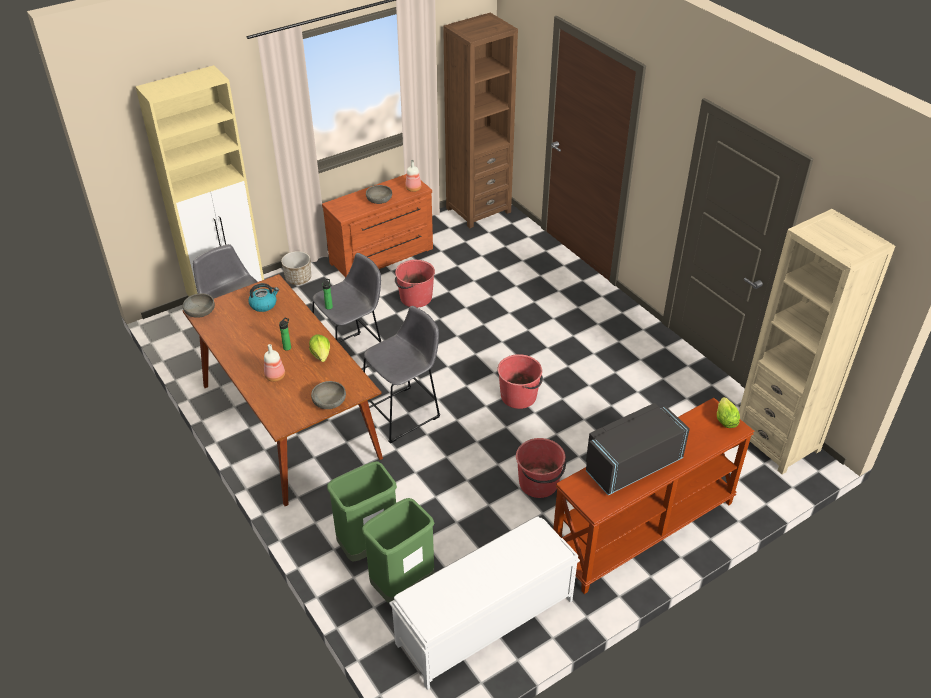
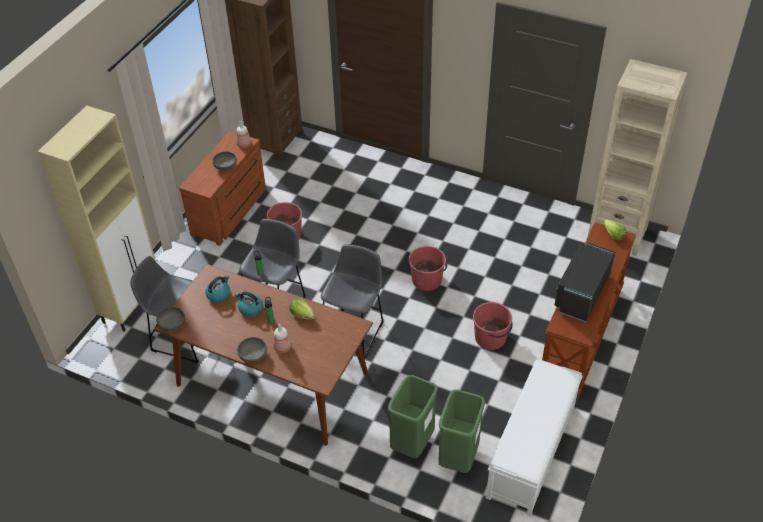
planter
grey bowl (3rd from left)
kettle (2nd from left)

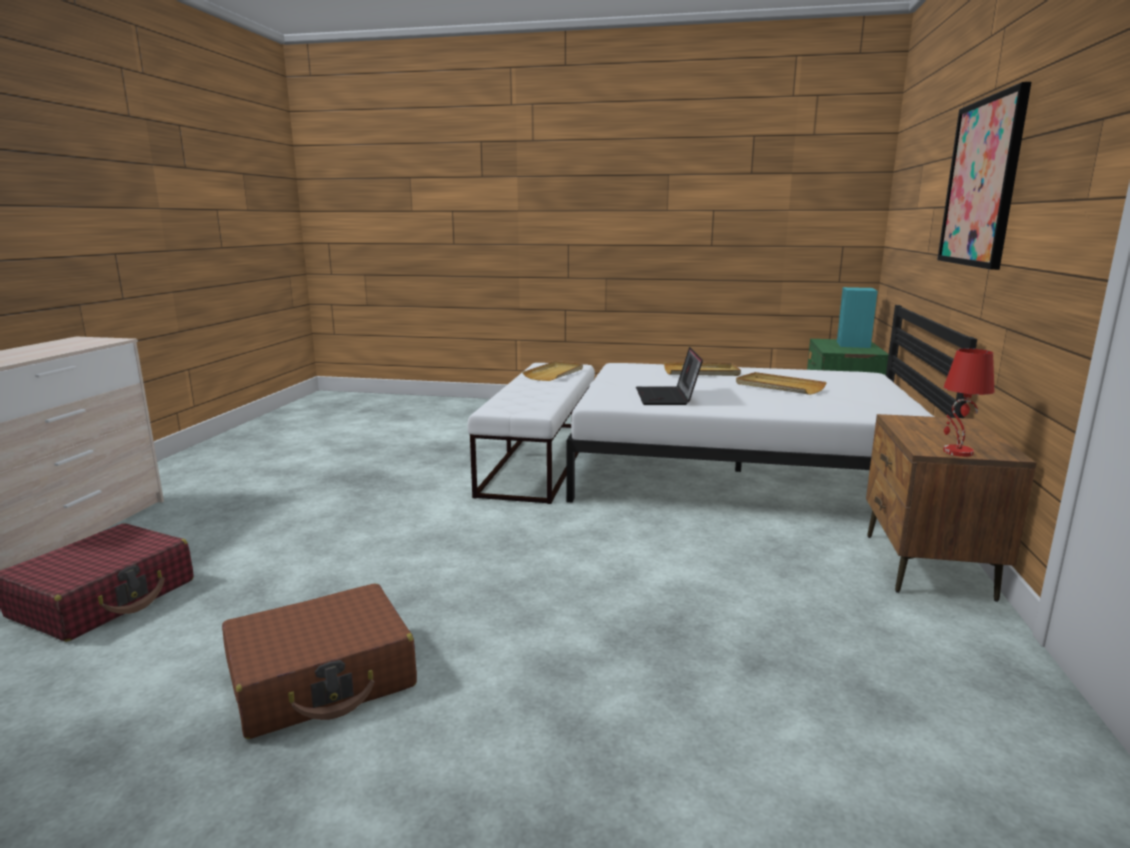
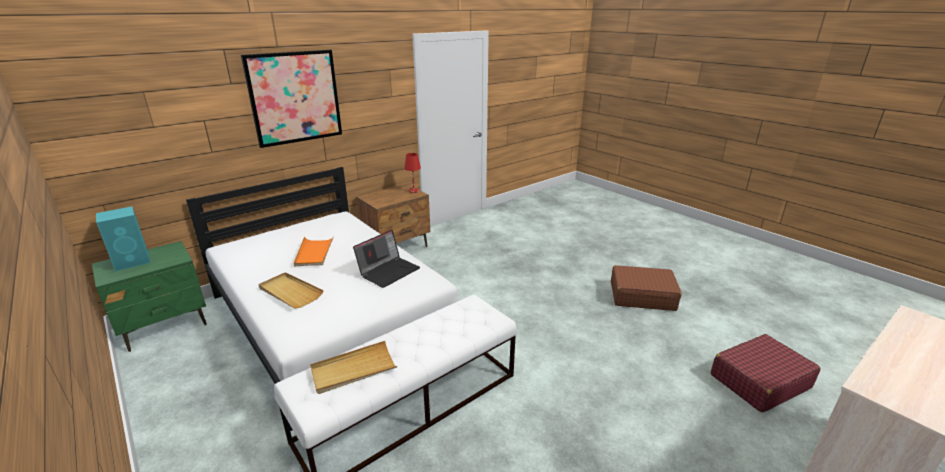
orange tray

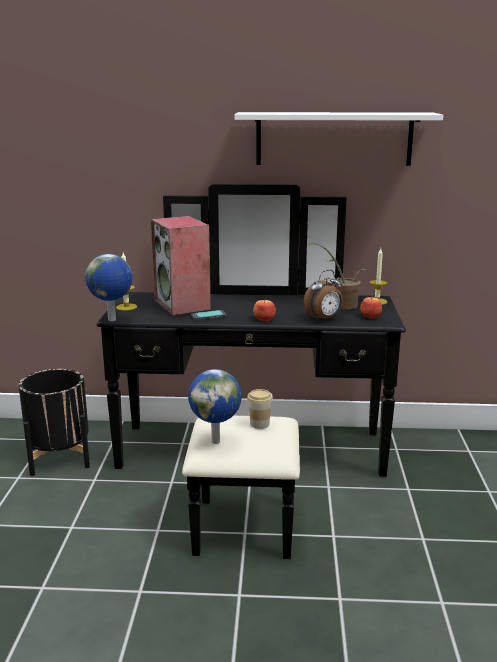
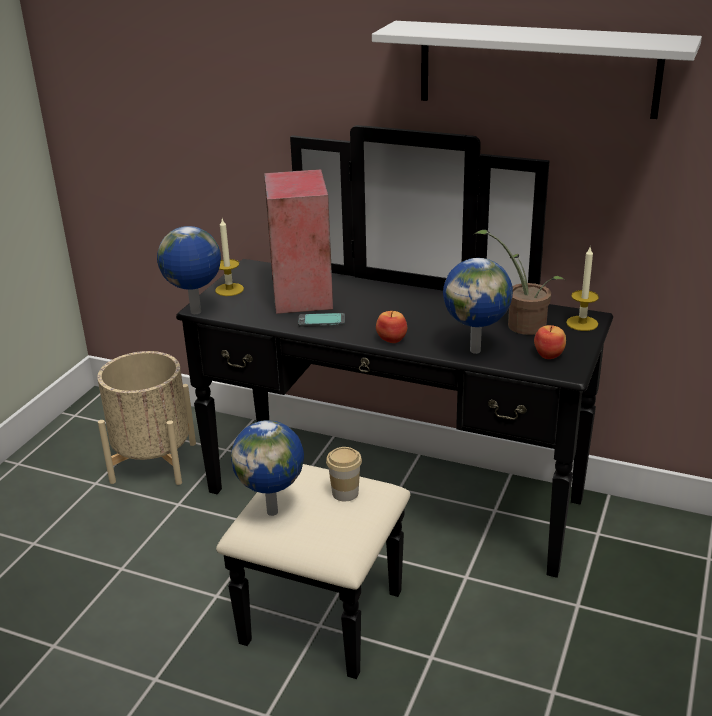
globe (3rd from left)
beige planter

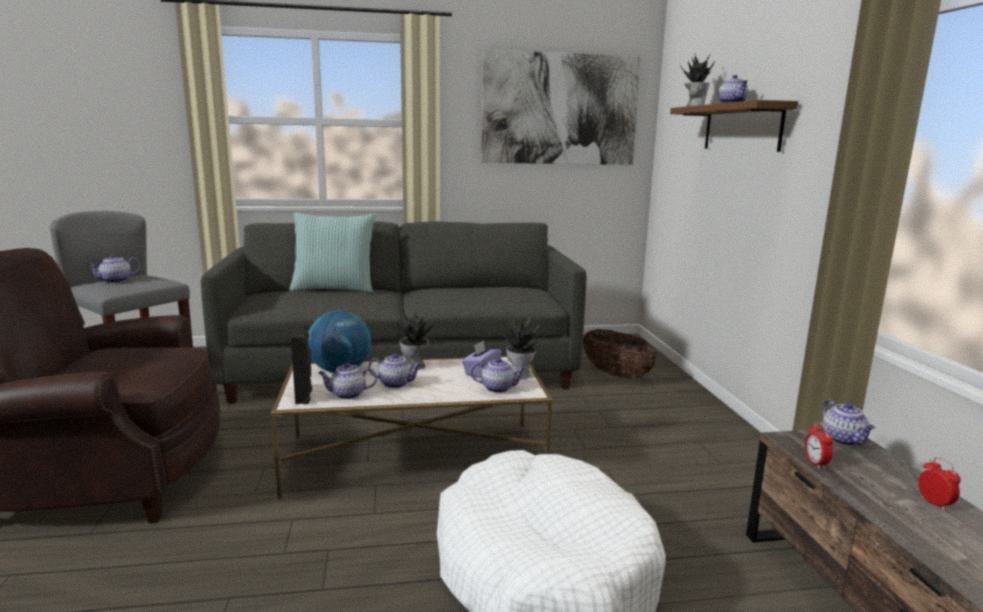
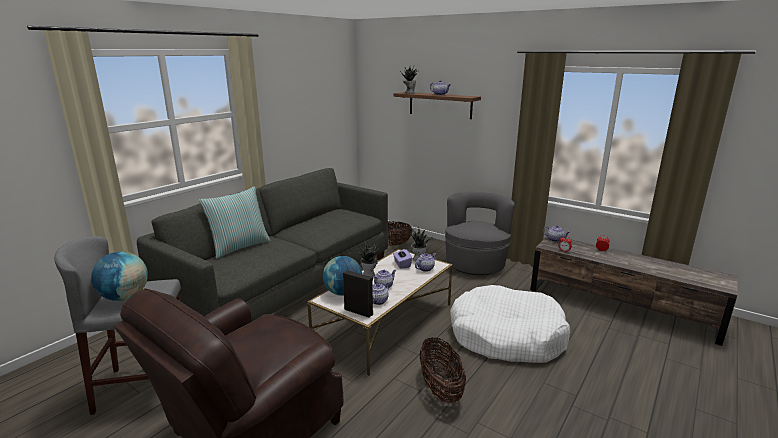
picture
globe (1st from left)
grey armchair
basket (2nd from left)

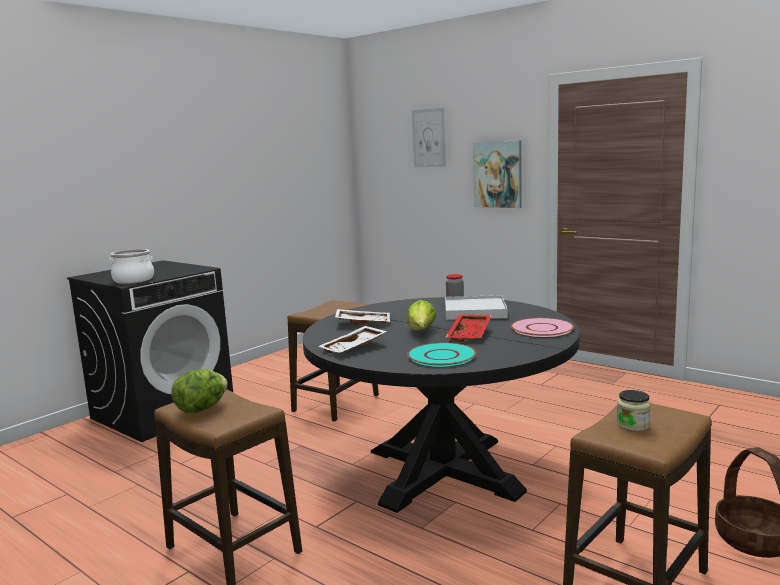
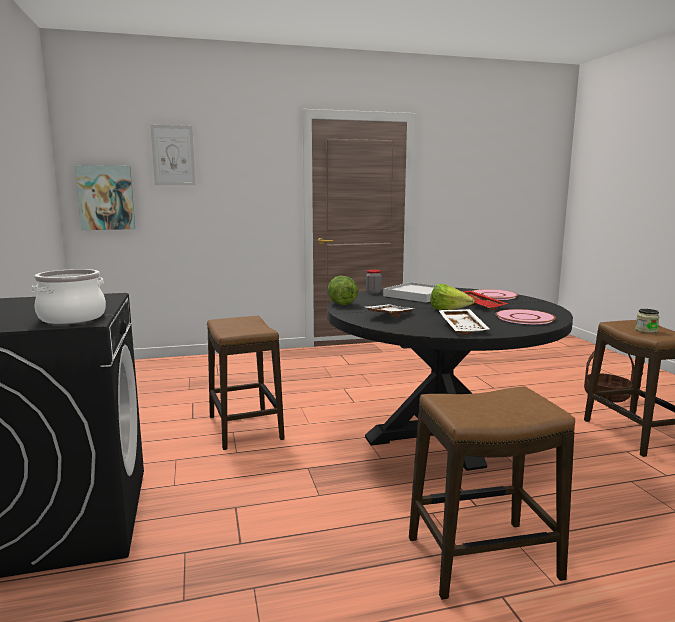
picture (1st from left)
pink plate (2nd from left)
lettuce (1st from left)

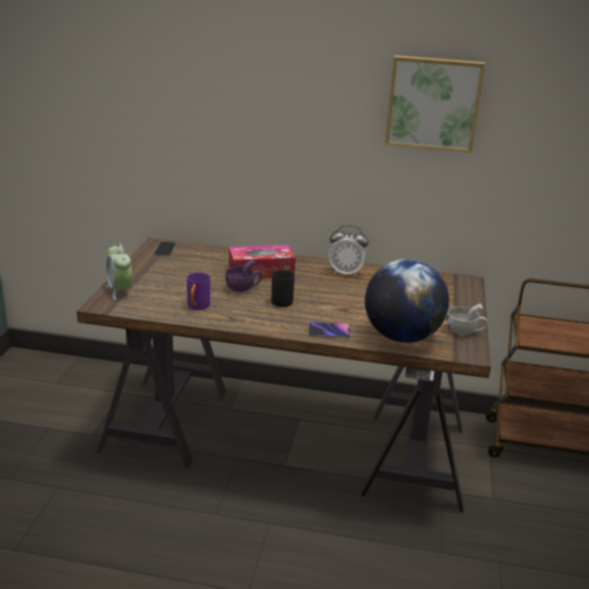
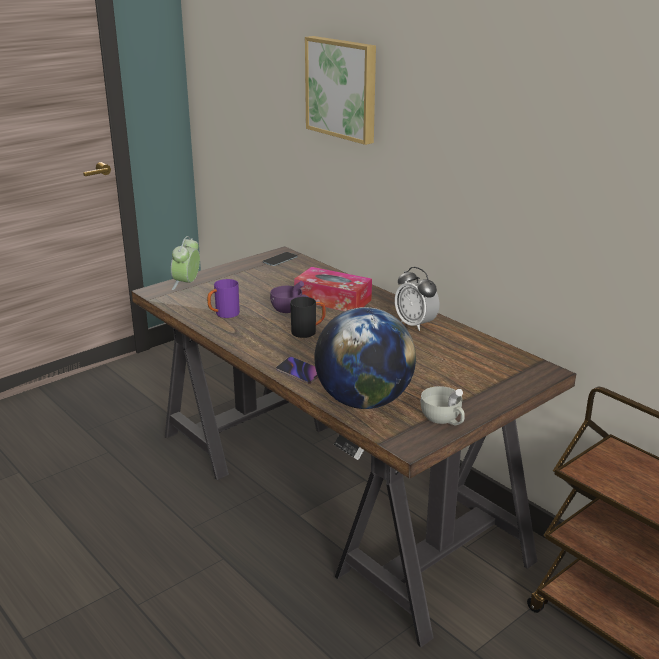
picture

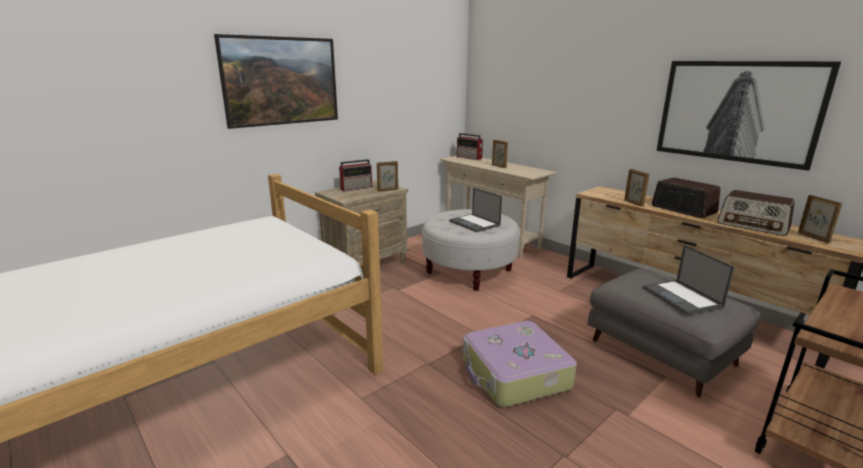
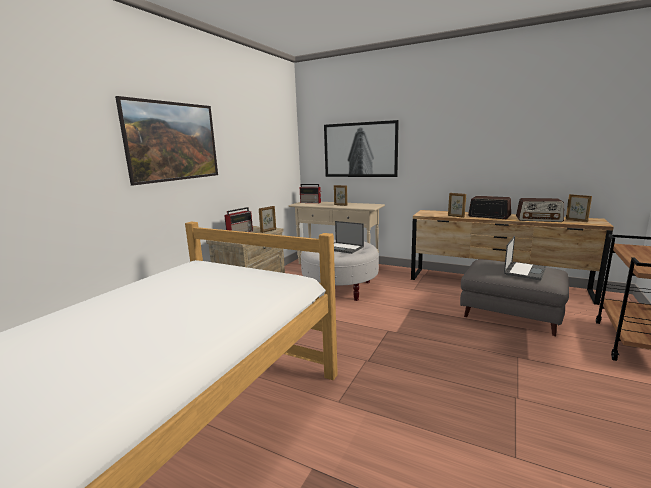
picture (2nd from left)
laptop (2nd from left)
suitcase

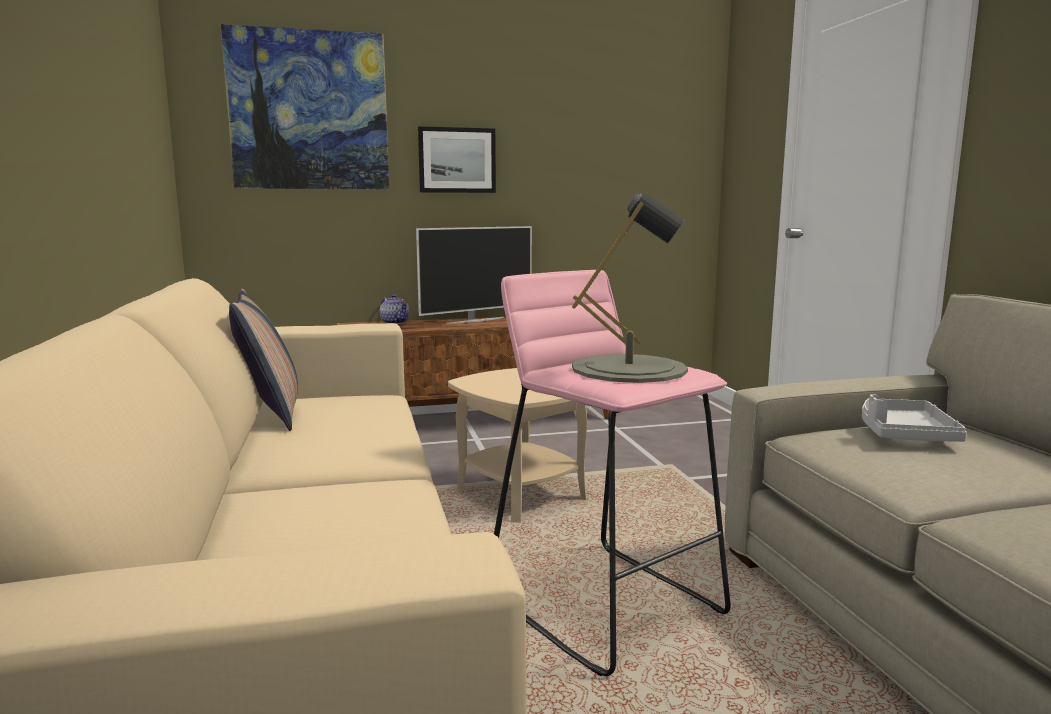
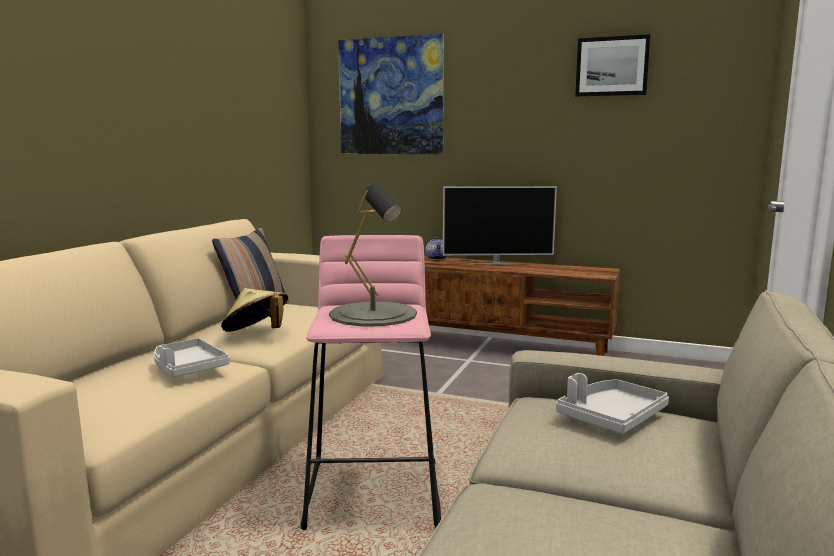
picture (2nd from left)
beige side table
beige hat
grey tray (1st from left)

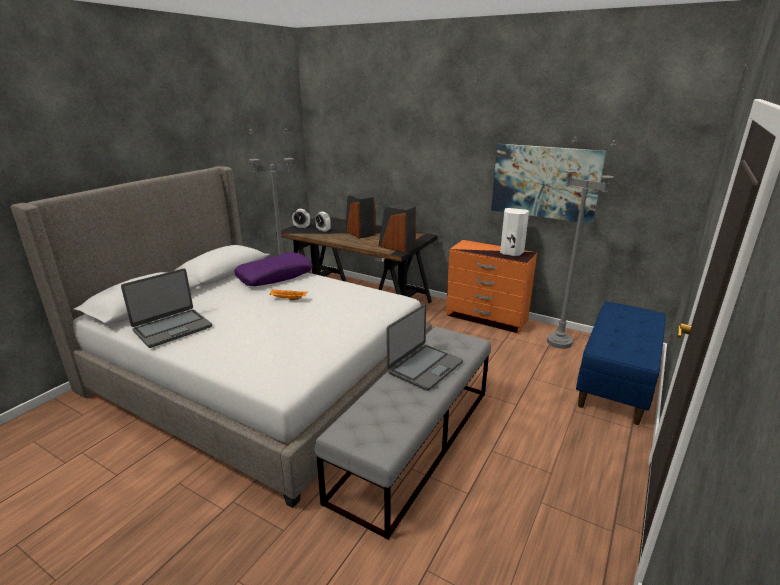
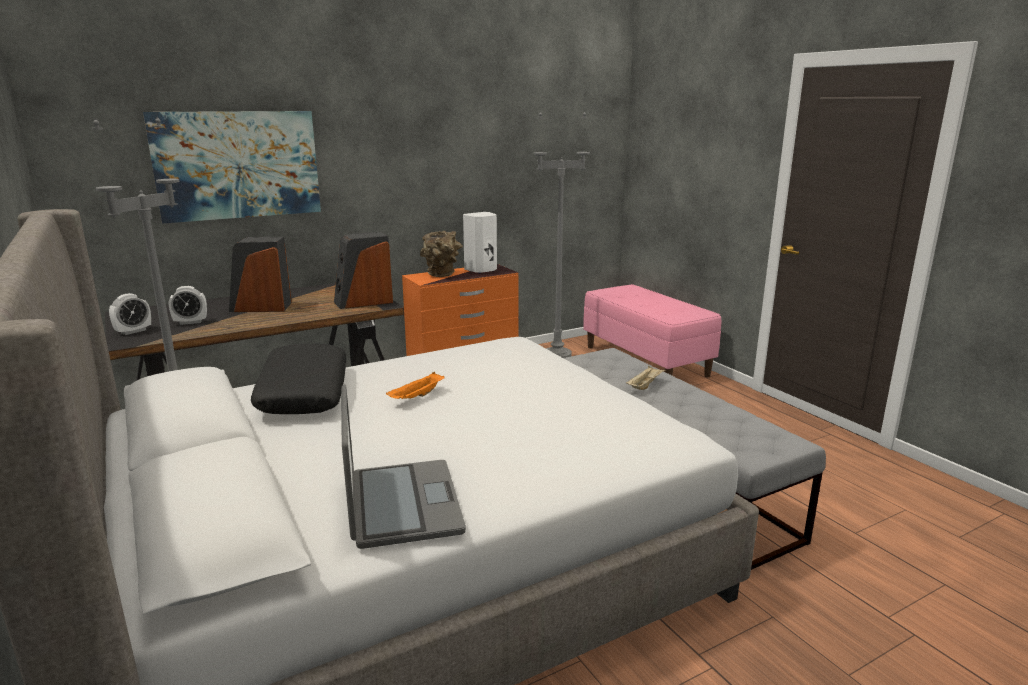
picture
black pillow
pink bench
beige tray
brown vase

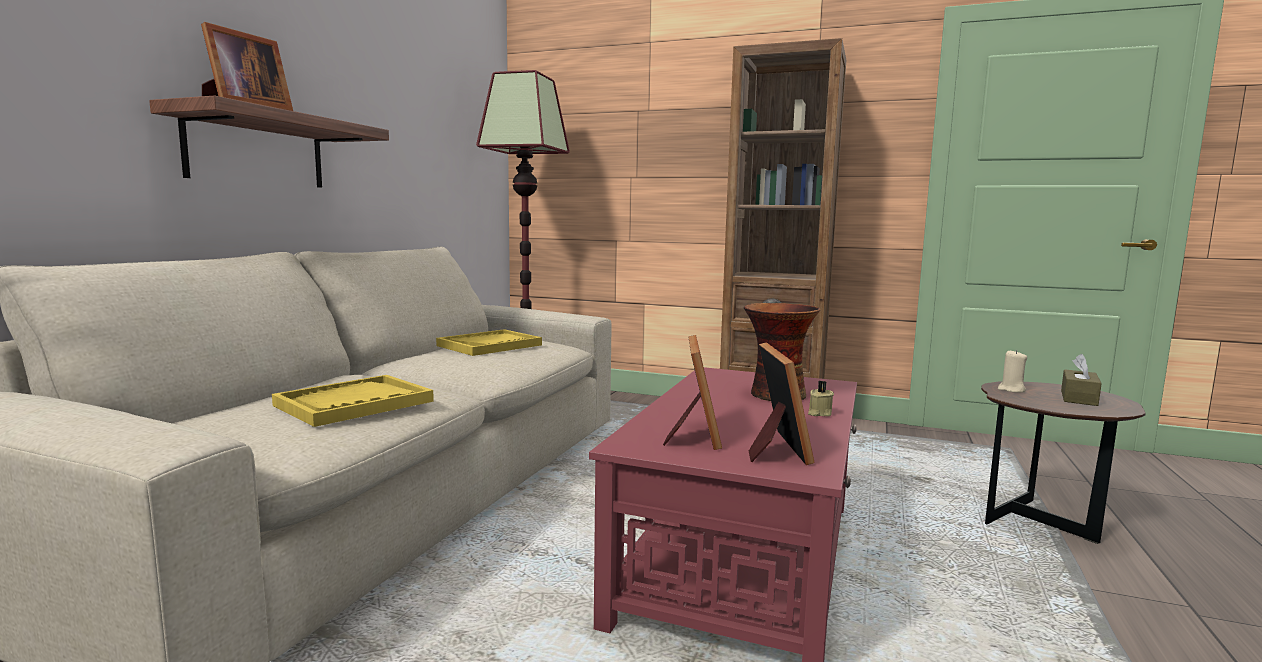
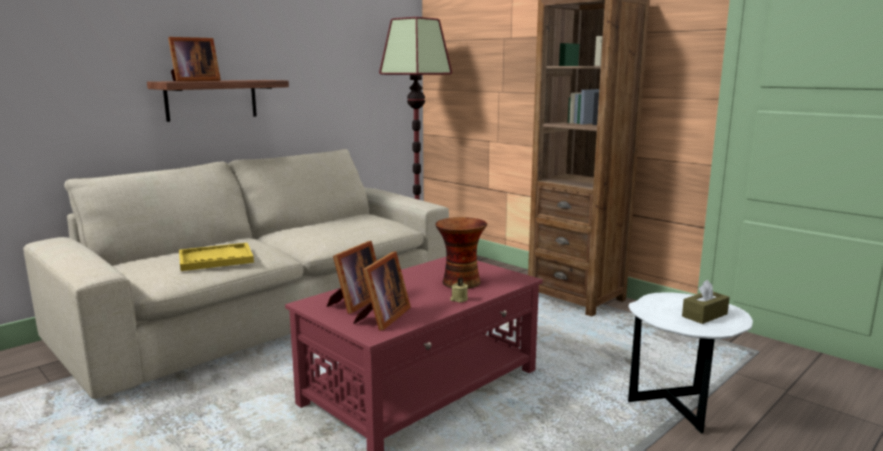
yellow tray (2nd from left in the first image)
beige candle (2nd from left in the first image)
white side table

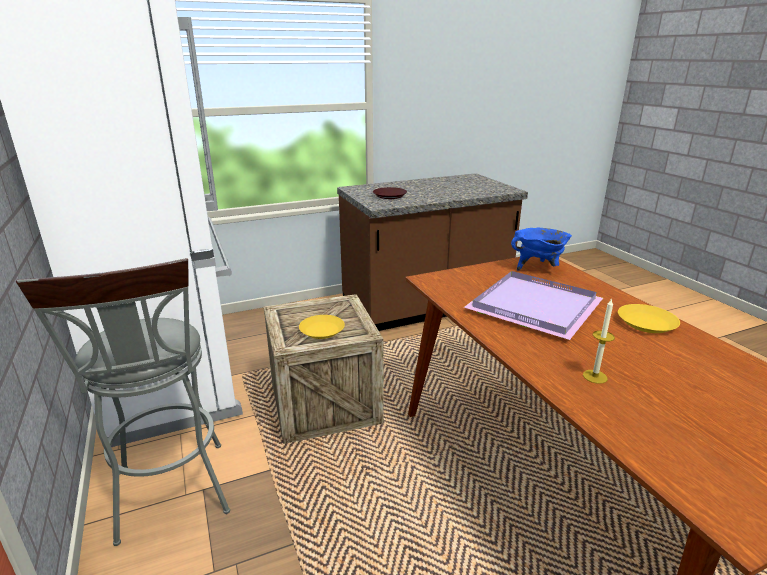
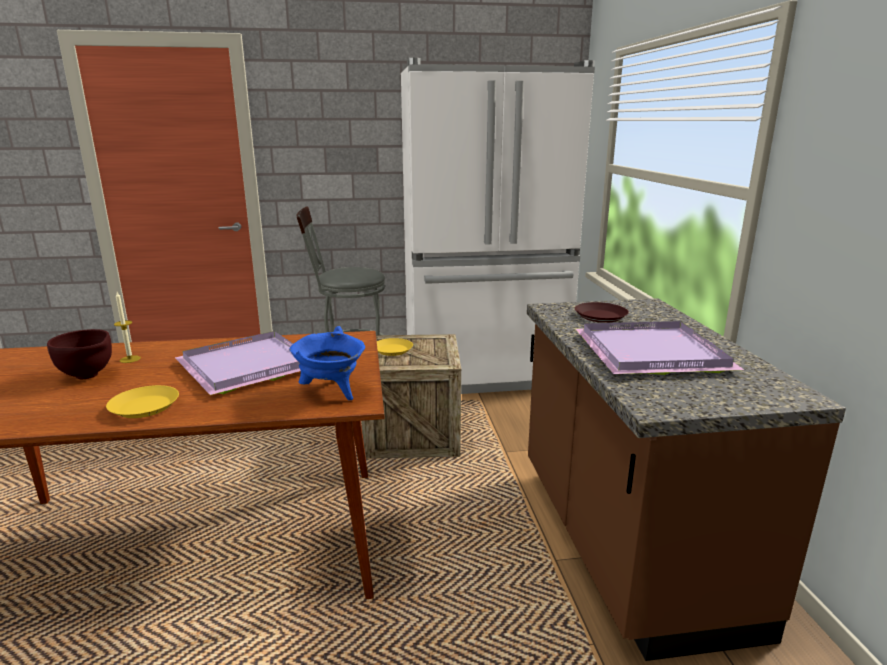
purple tray (2nd from left)
brown bowl

